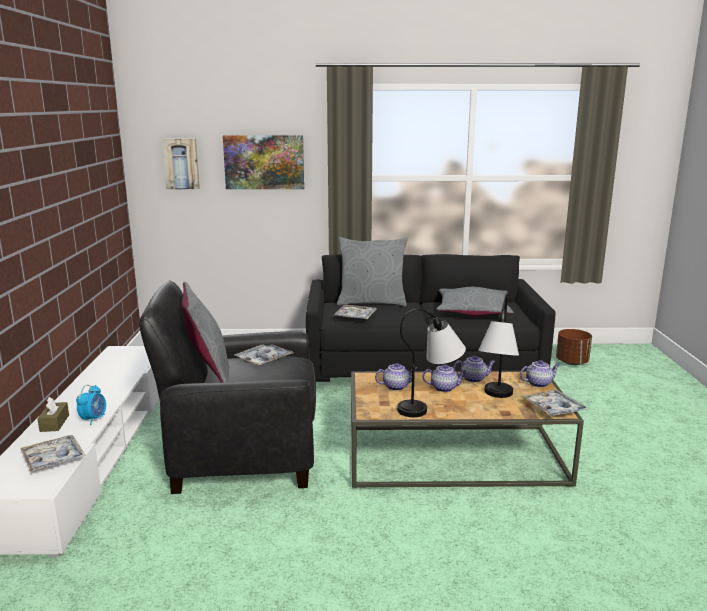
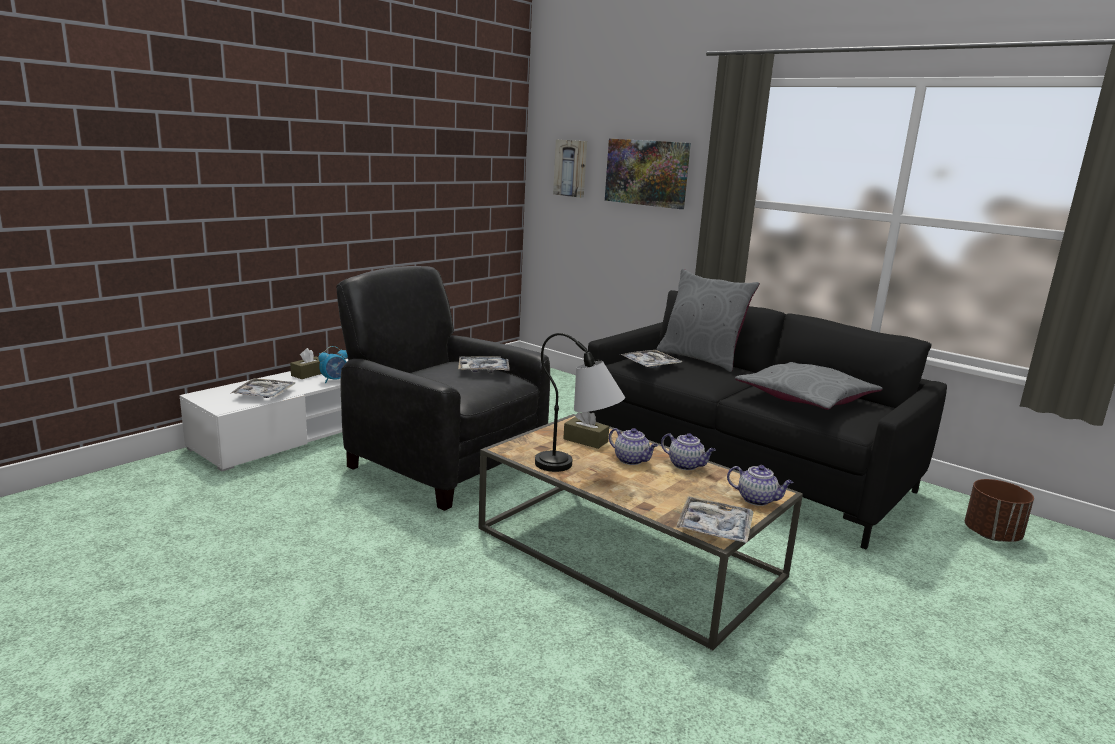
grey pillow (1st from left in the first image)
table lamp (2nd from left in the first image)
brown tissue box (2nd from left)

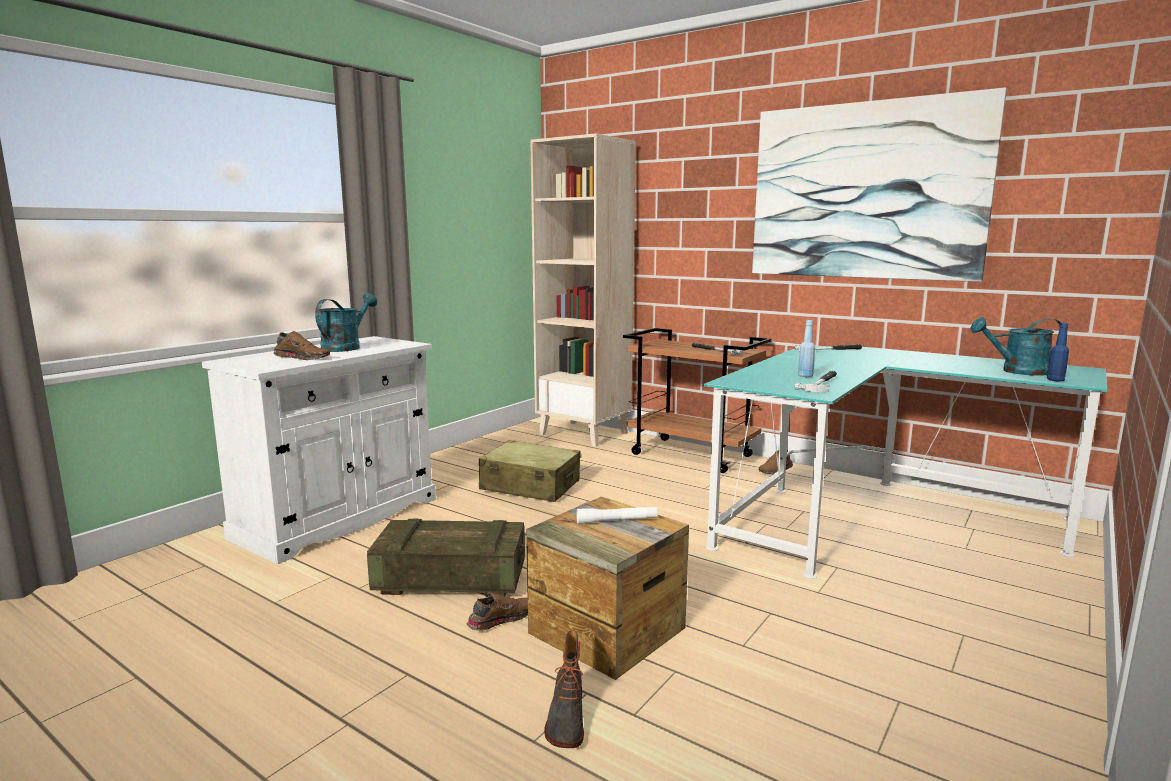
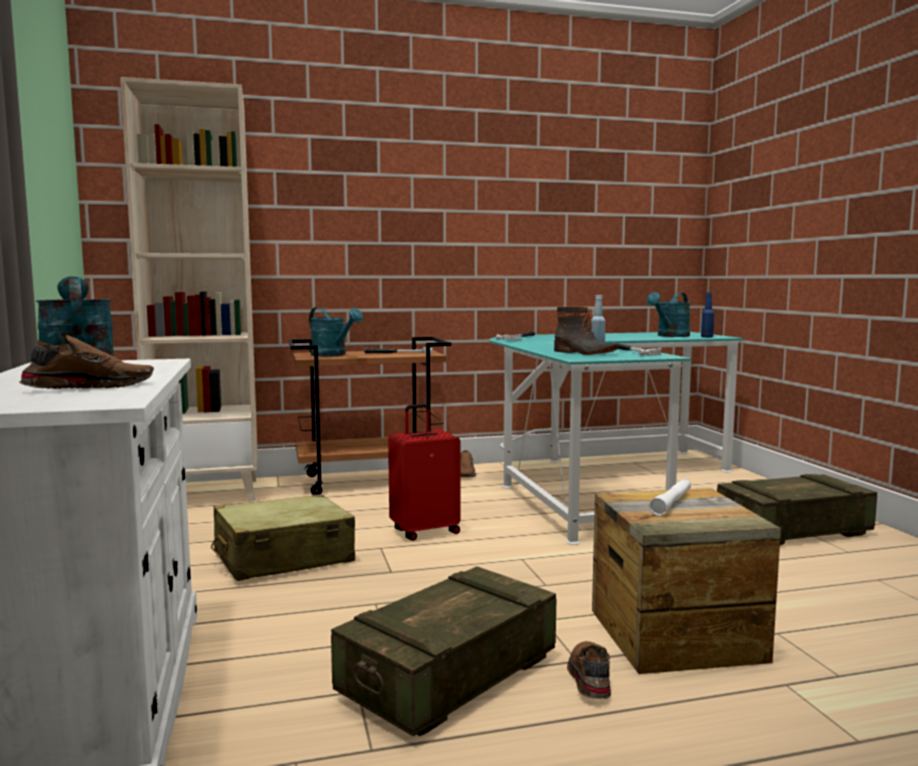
picture
boot
turquoise watering can (2nd from left)
red suitcase
crate (3rd from left)

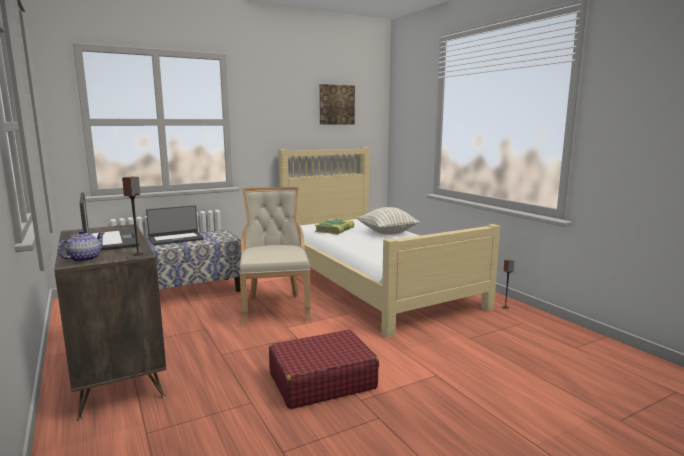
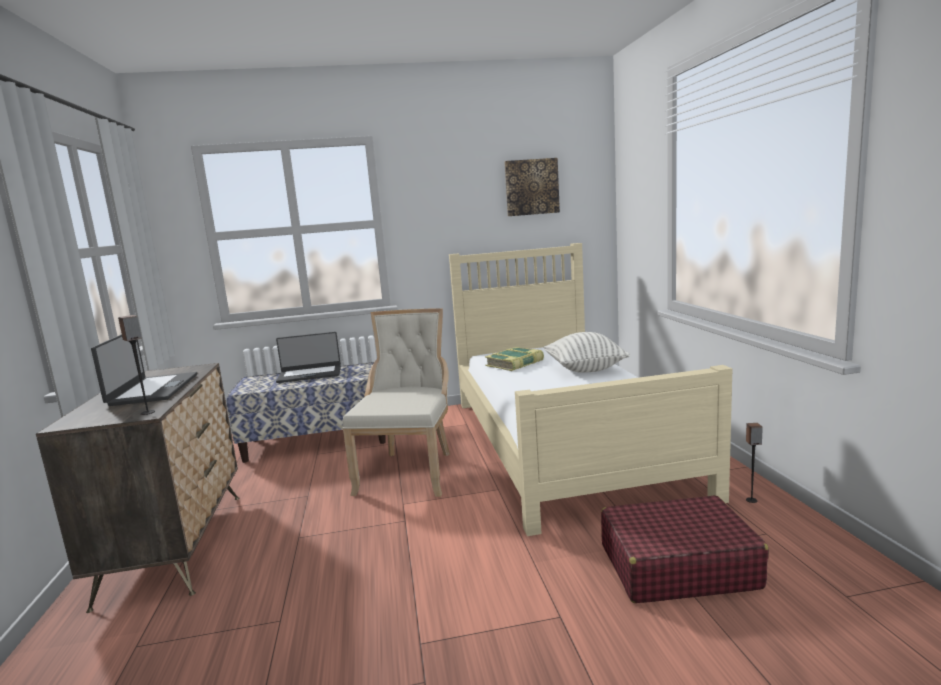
teapot
red suitcase

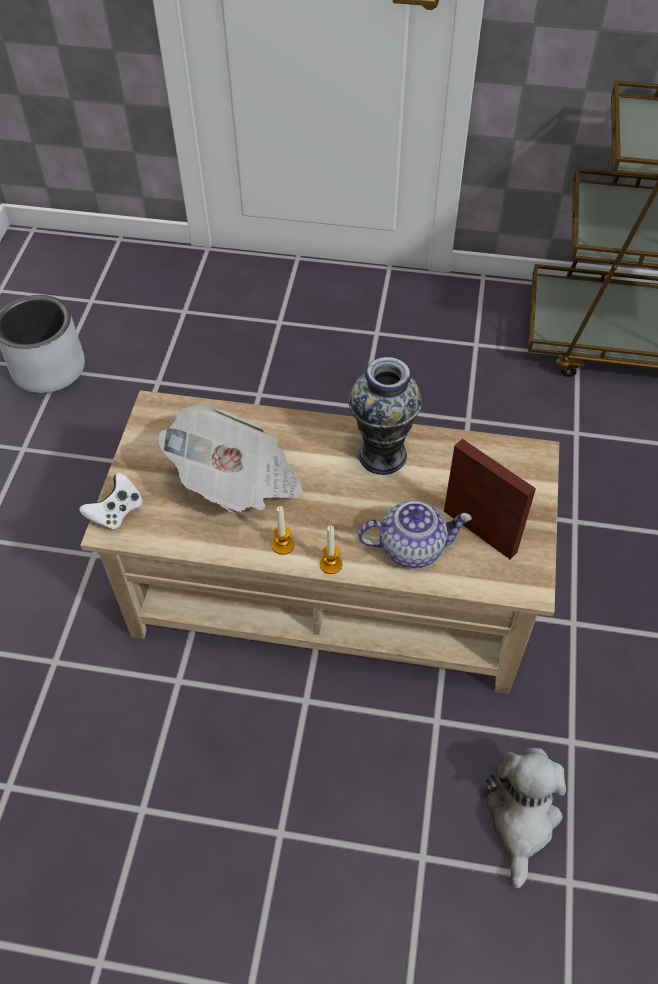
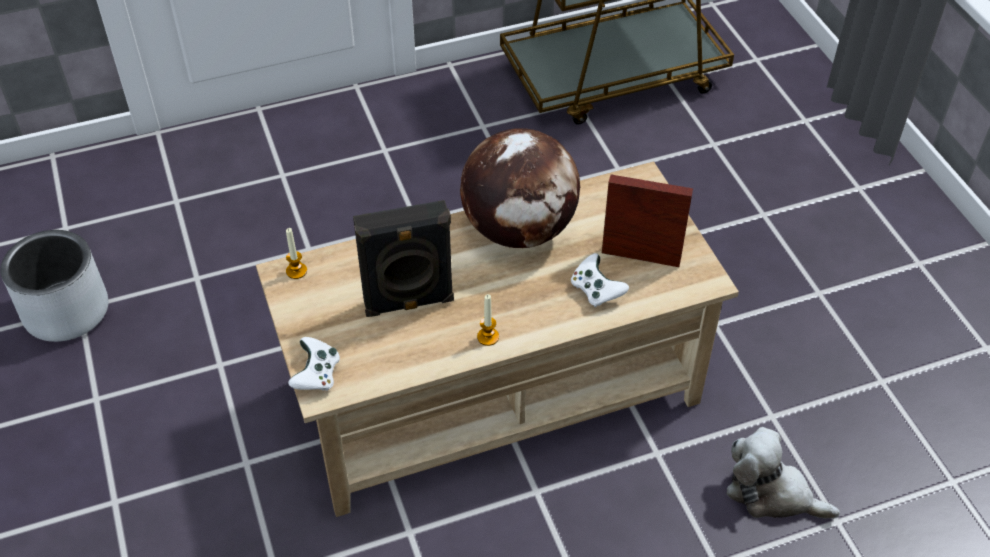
globe
black speaker
white game controller (2nd from left)
candle (1st from left)
plush toy

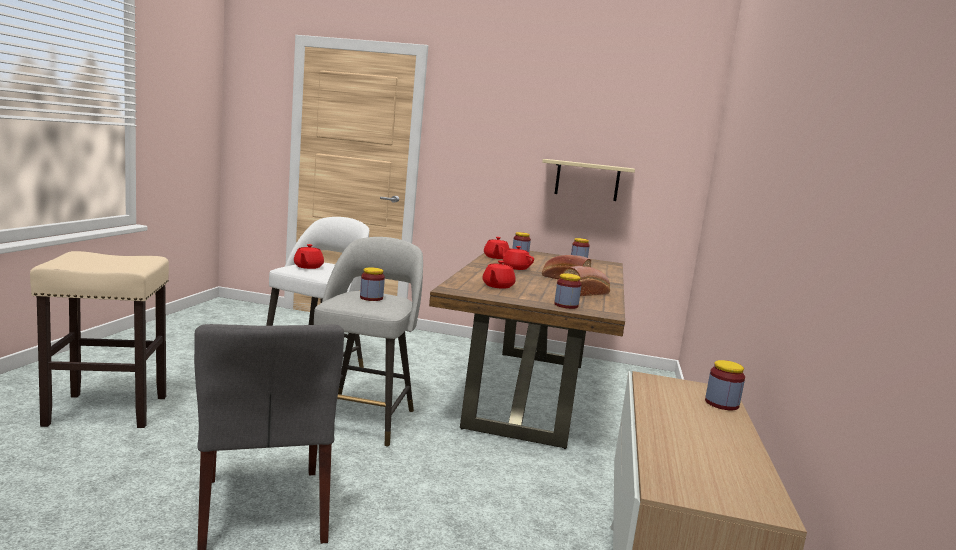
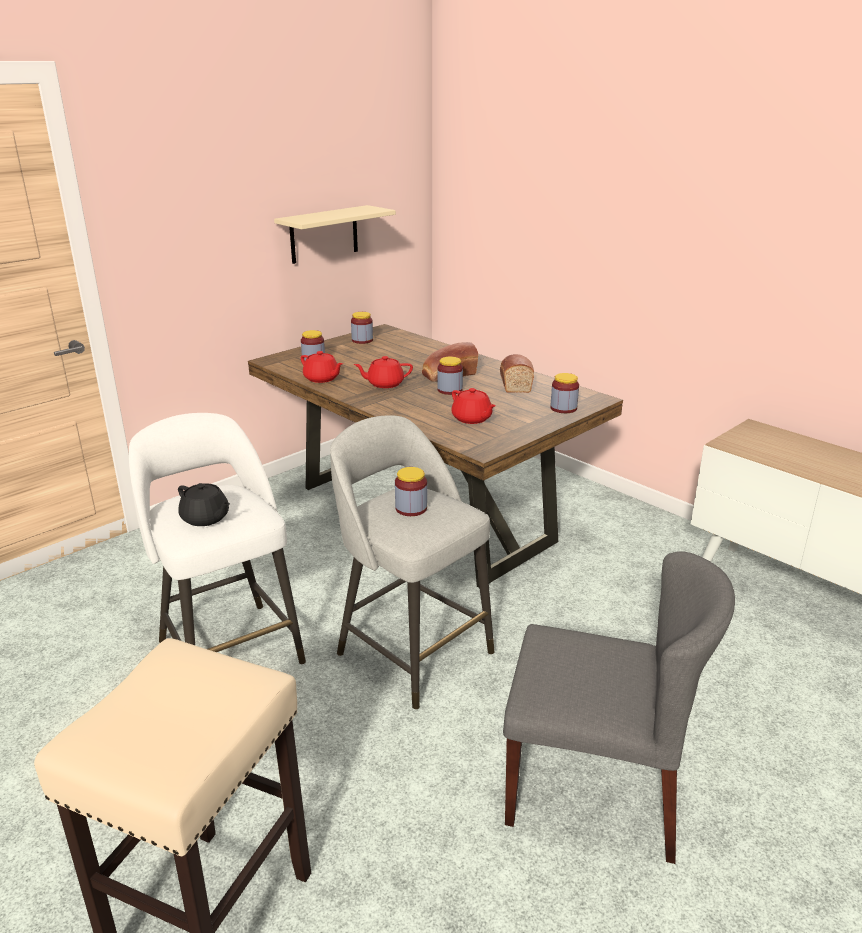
black teapot
jar (4th from left)

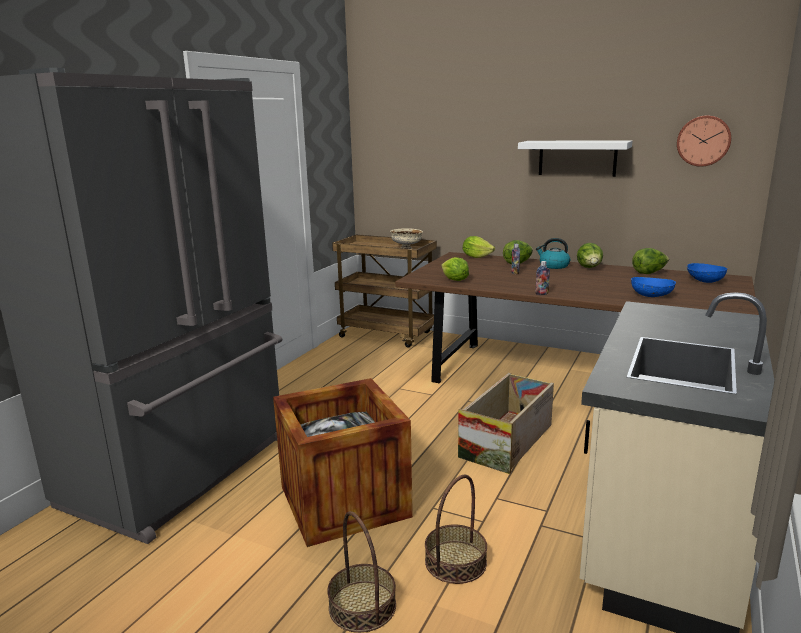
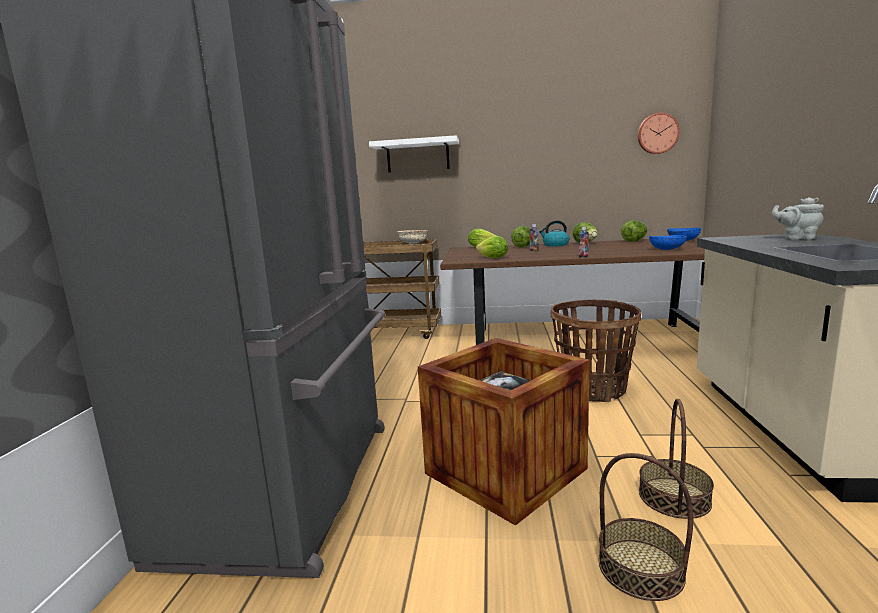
white shelf
basket (1st from left)
grey teapot

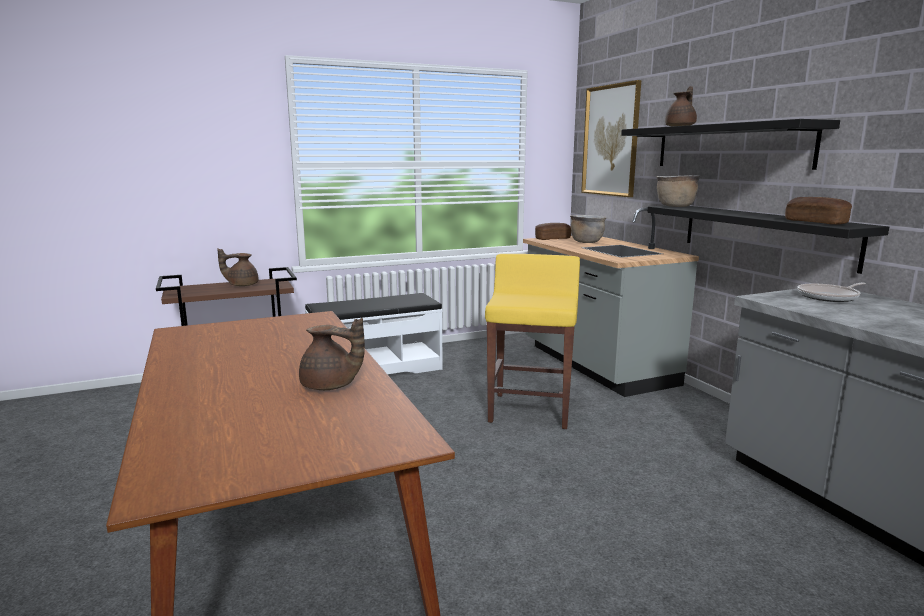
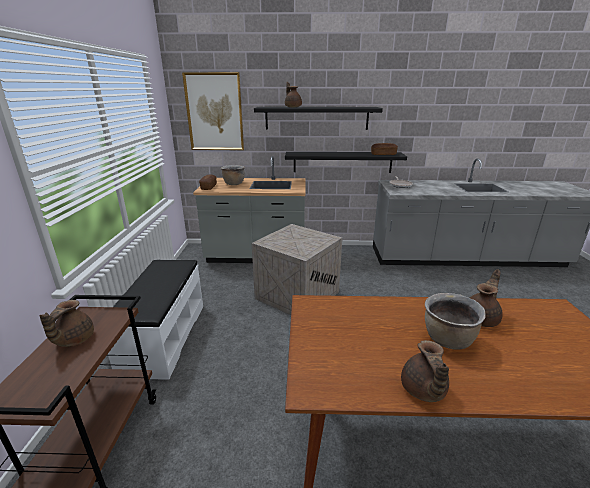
brown cooking pot (2nd from left)
crate
brown teapot (3rd from left)

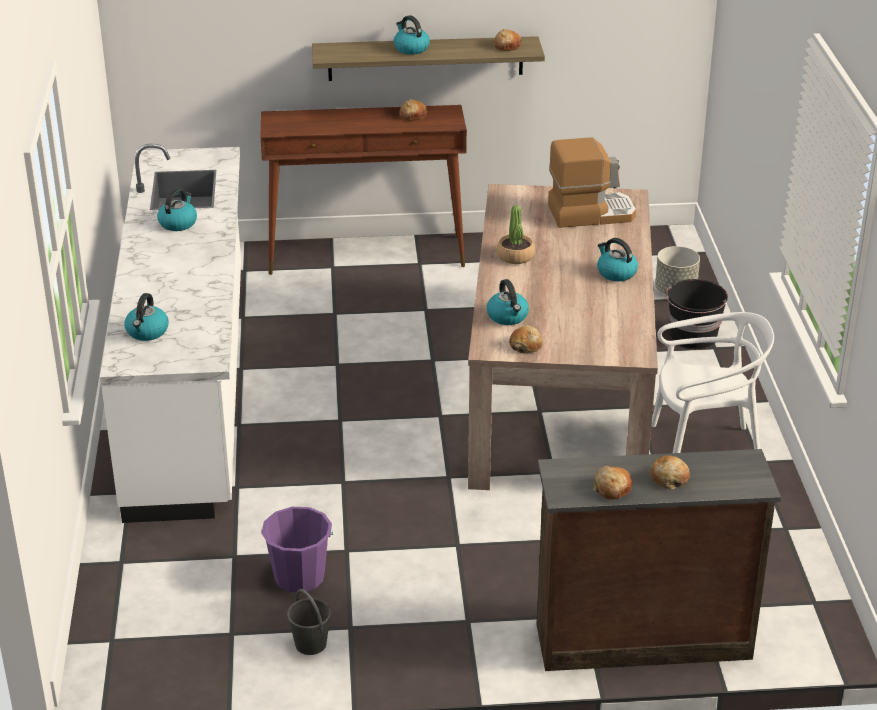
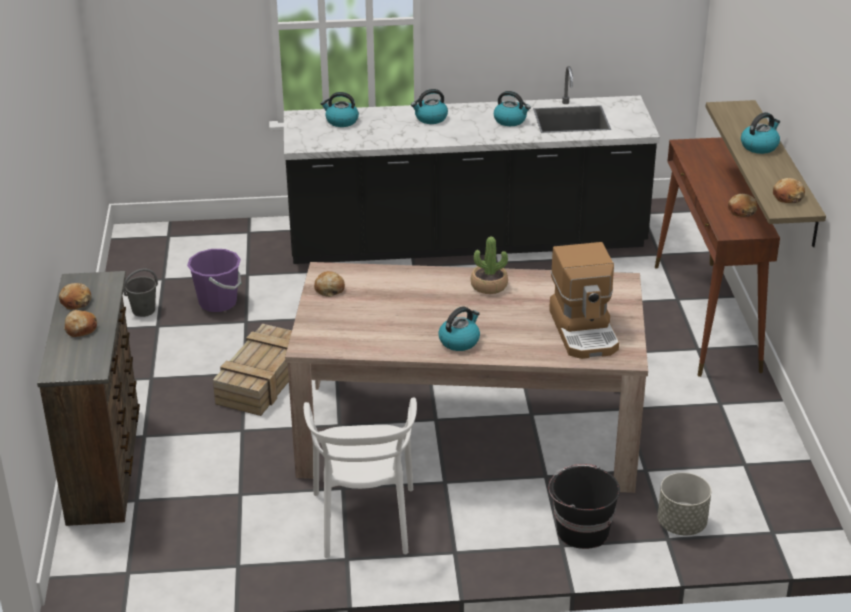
black counter
kettle (2nd from left)
crate

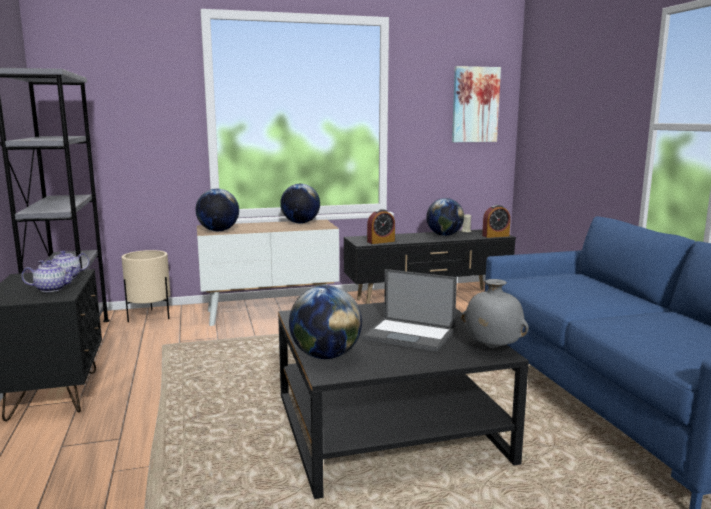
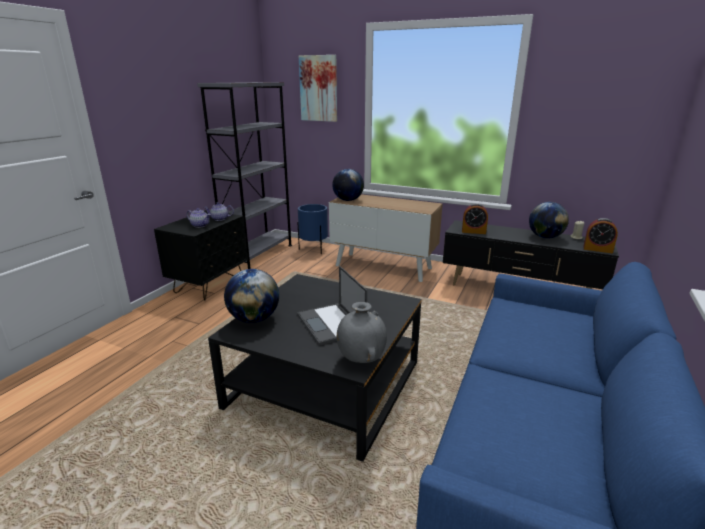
picture
globe (2nd from left in the first image)
blue planter

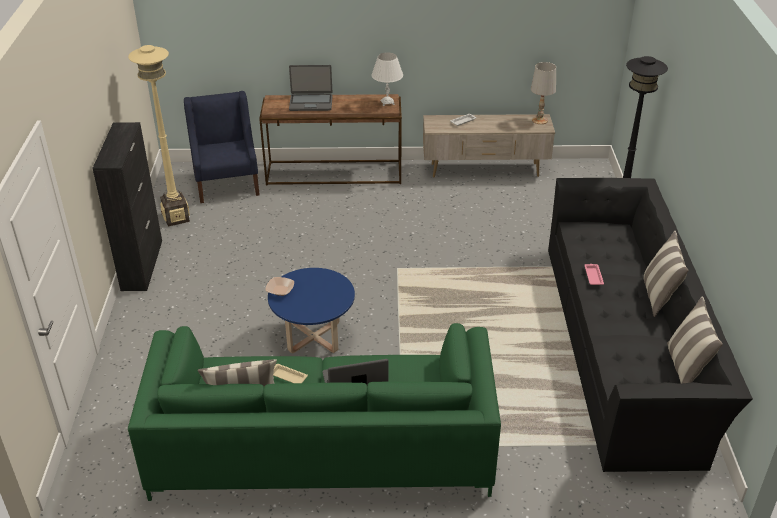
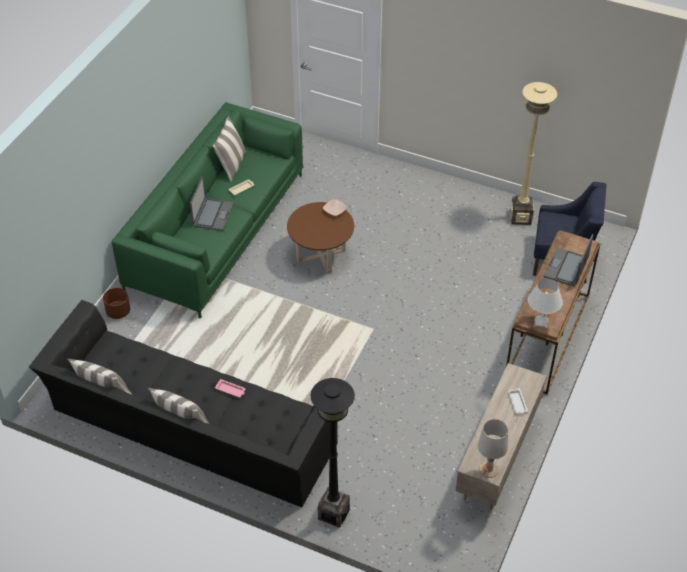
black cabinet
brown coffee table
brown planter

